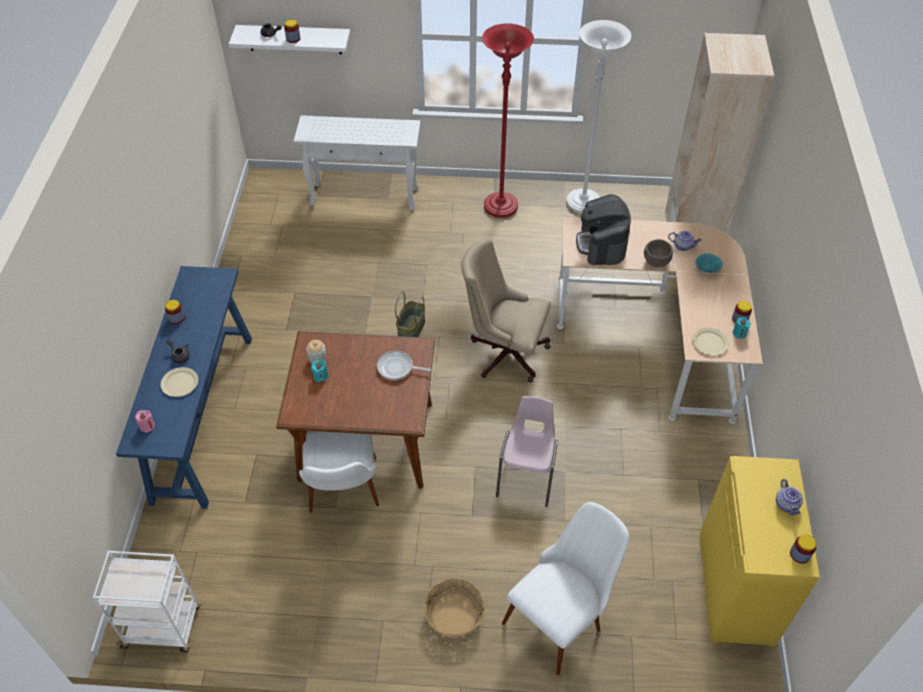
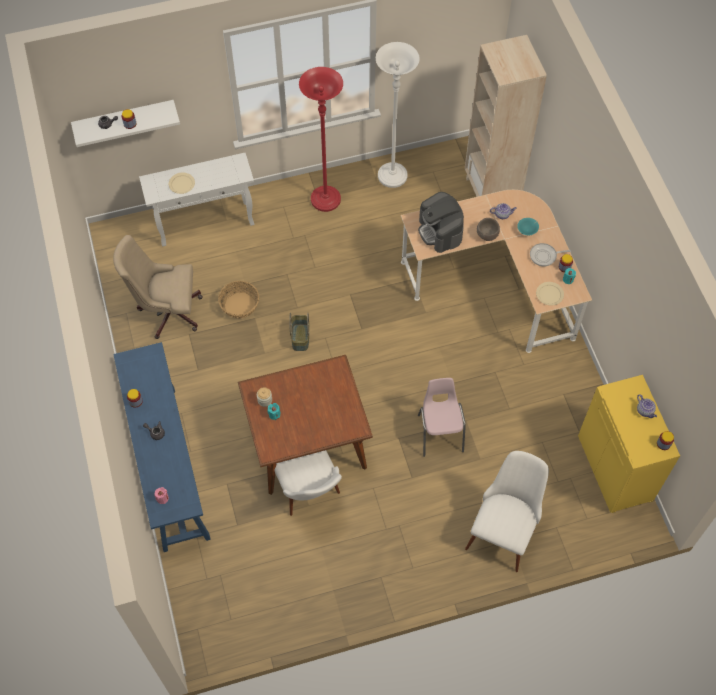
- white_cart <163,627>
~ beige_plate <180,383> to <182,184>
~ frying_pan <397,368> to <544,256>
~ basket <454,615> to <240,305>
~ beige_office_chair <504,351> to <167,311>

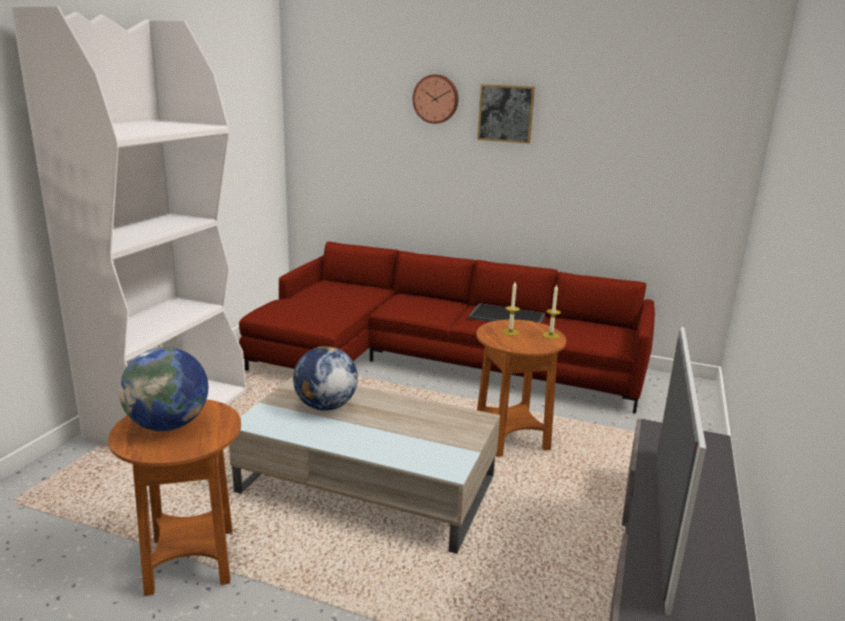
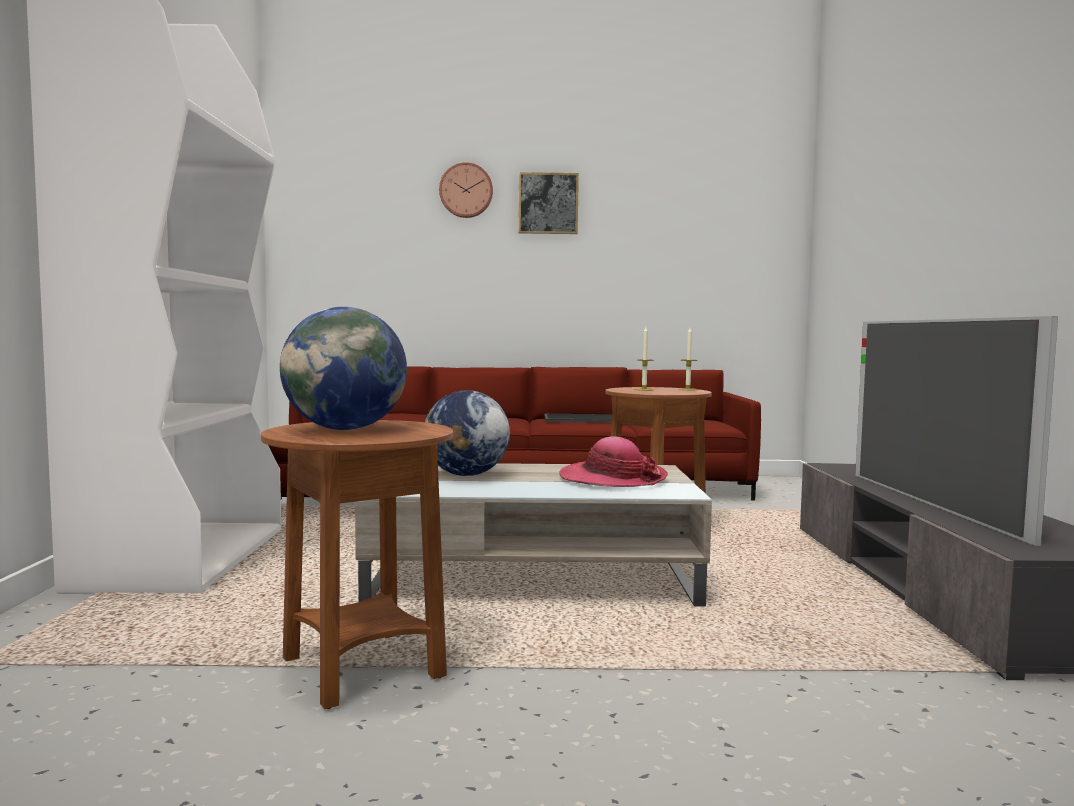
+ hat <612,479>

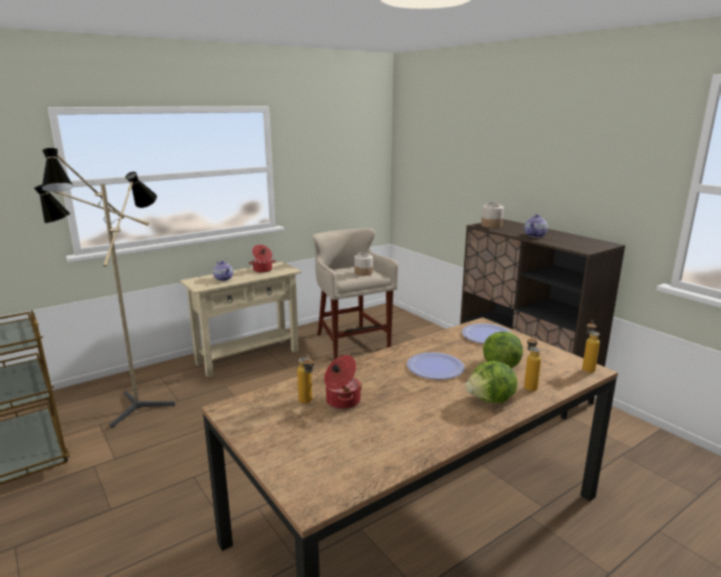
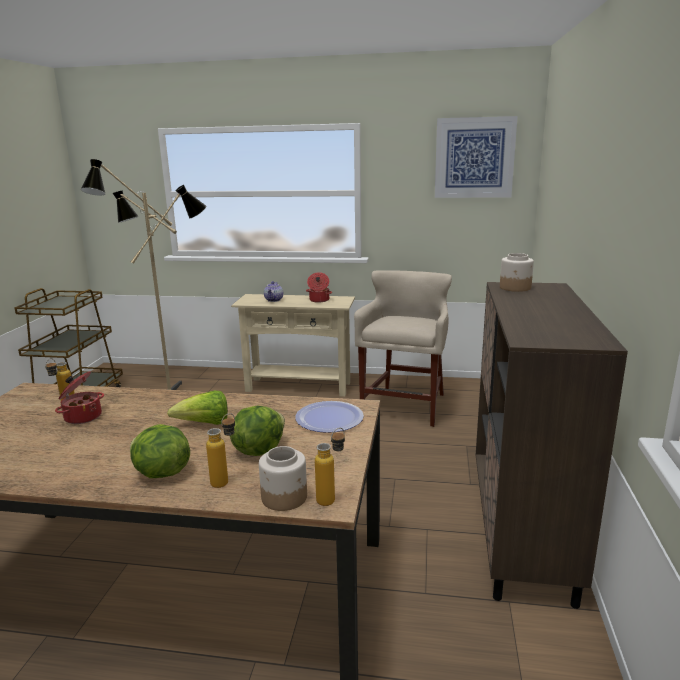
- teapot <535,236>
+ picture <474,158>
~ jar <363,273> to <285,497>
~ plate <435,367> to lettuce <205,424>

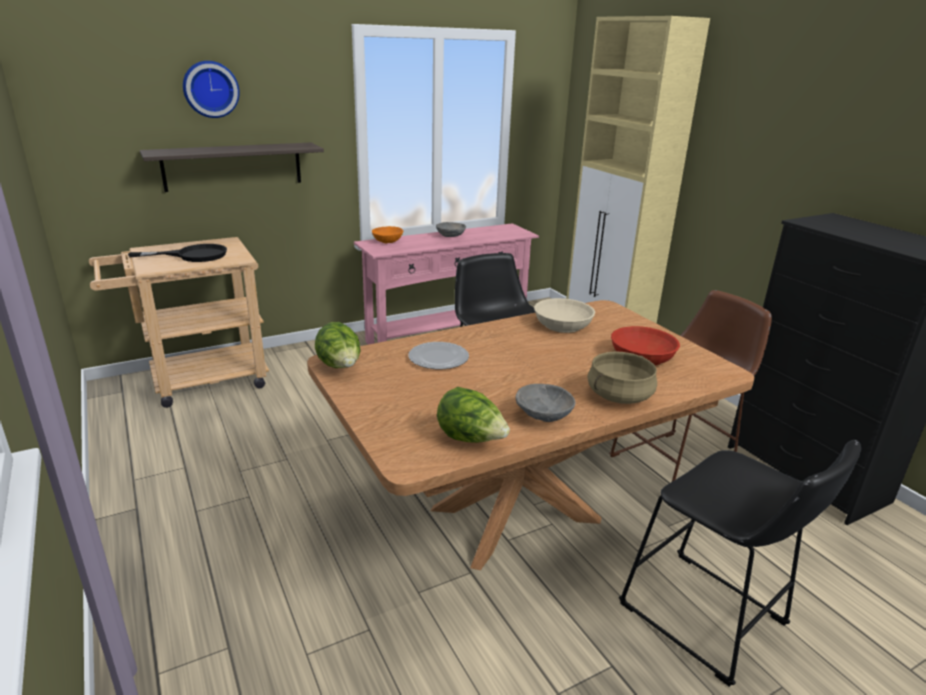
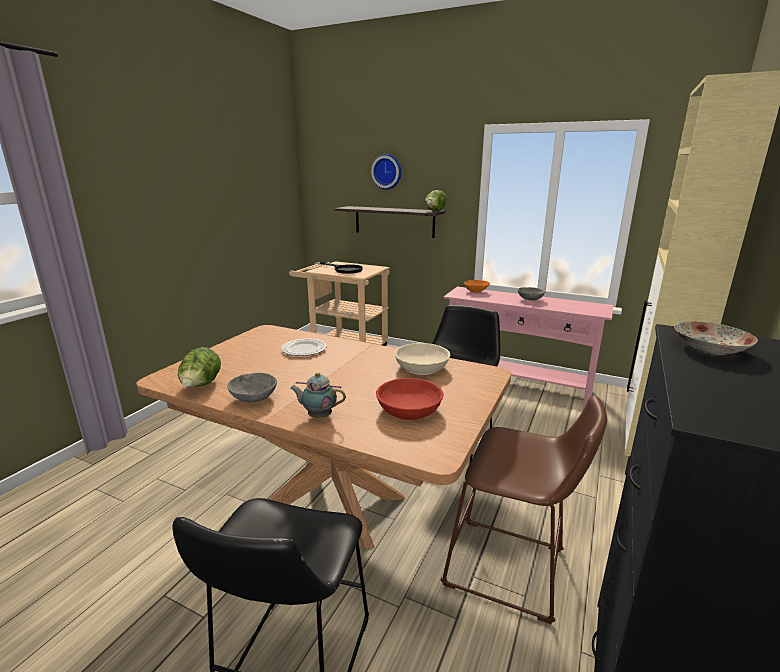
+ plate <708,349>
~ lettuce <340,367> to <434,211>
~ beige_cooking_pot <619,395> to teapot <318,416>

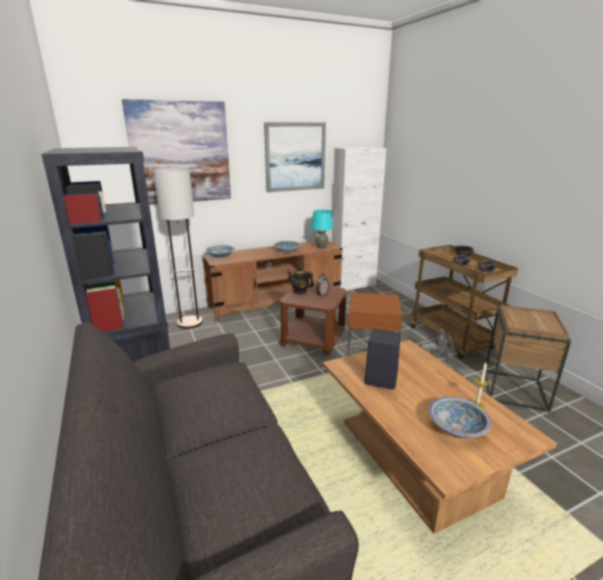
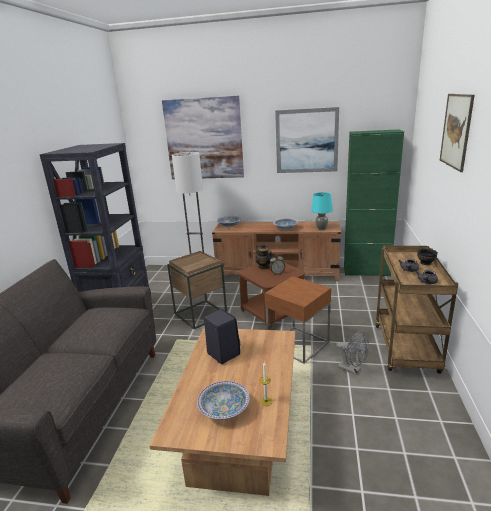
+ picture <456,131>
~ brown_side_table <514,390> to <200,314>
~ white_cabinet <353,285> to green_cabinet <366,272>

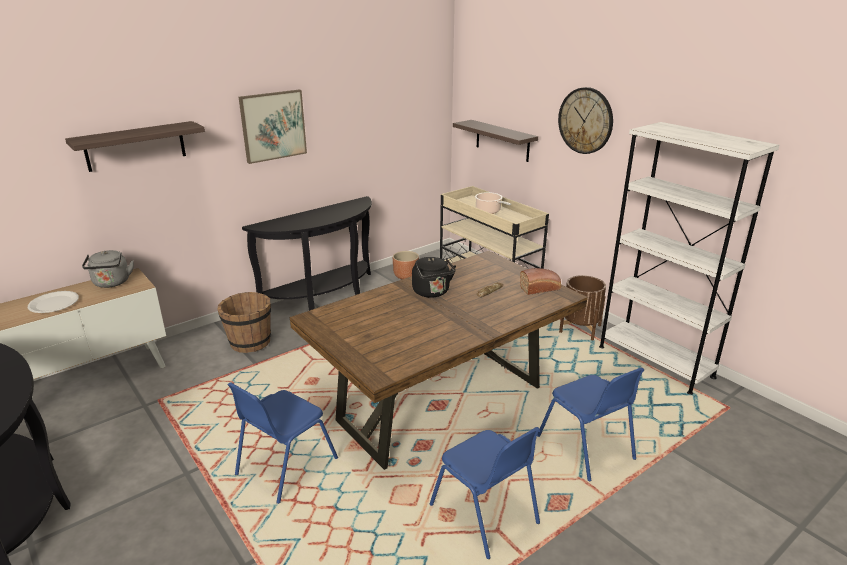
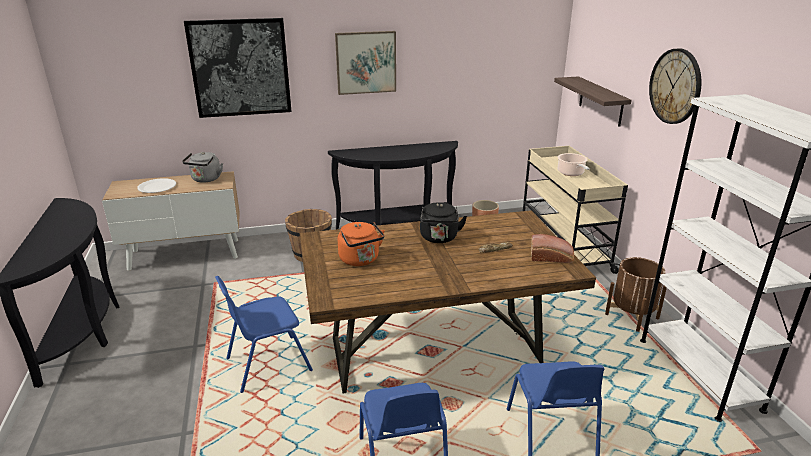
+ orange_kettle <360,260>
~ shelf <135,146> to picture <240,68>

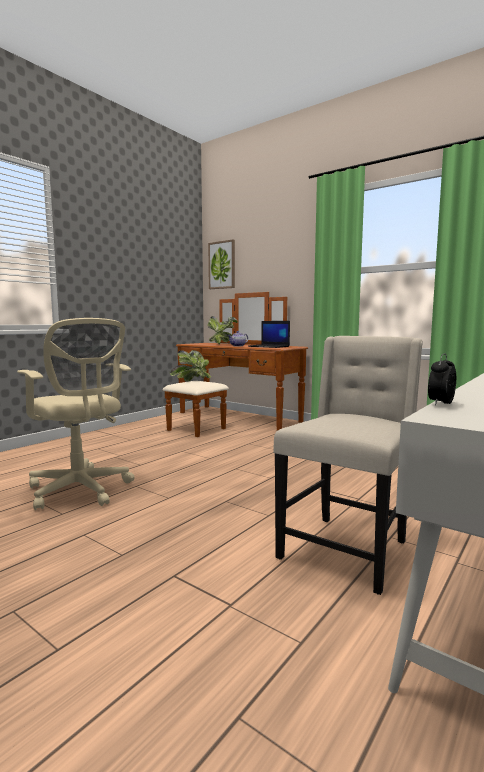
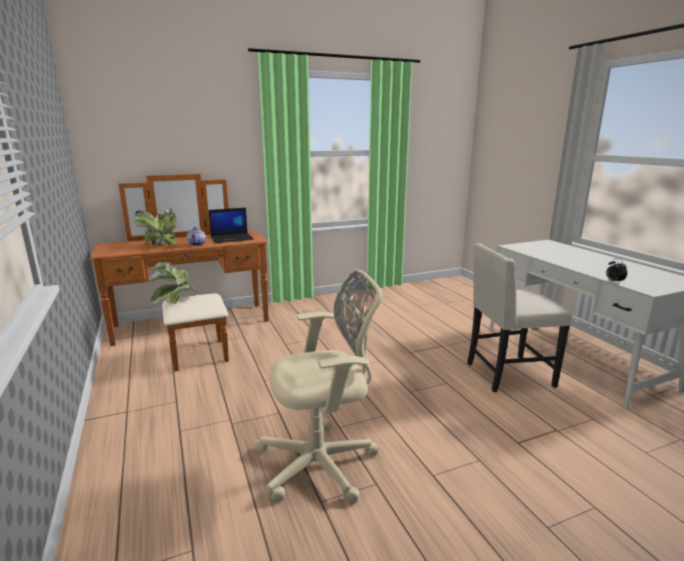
- picture <222,265>
~ beige_chair <346,549> = <507,374> 75 degrees counterclockwise

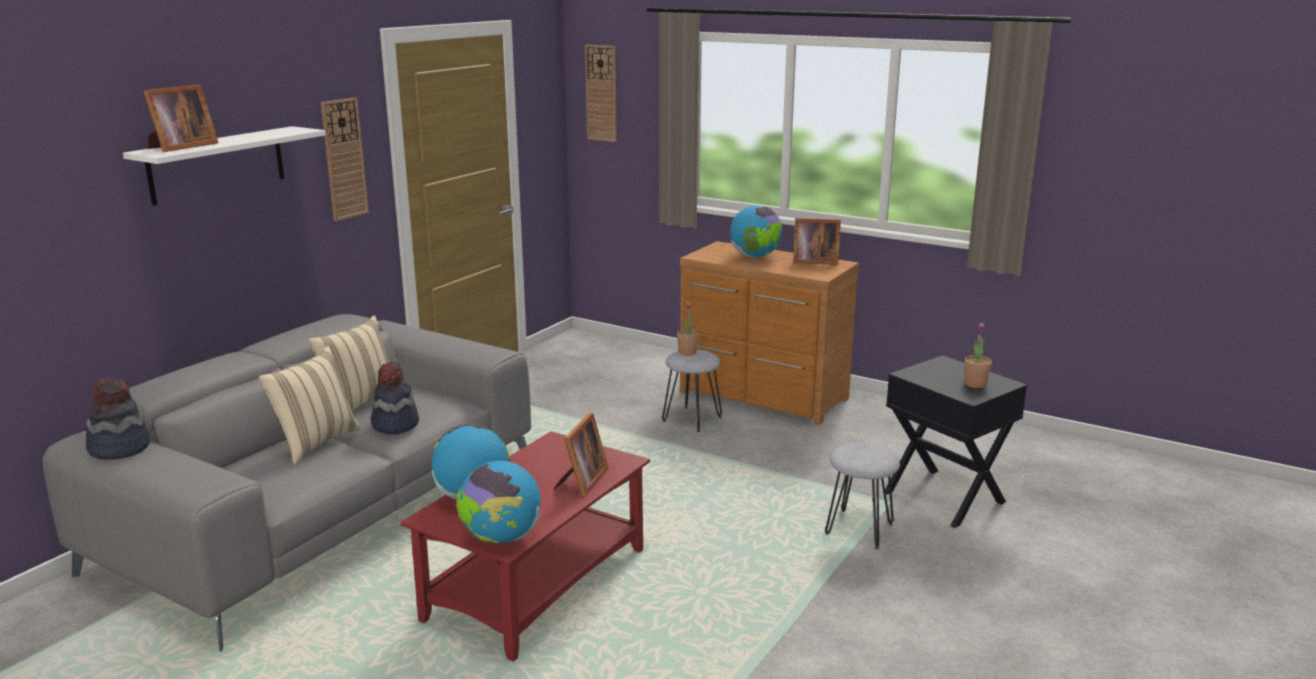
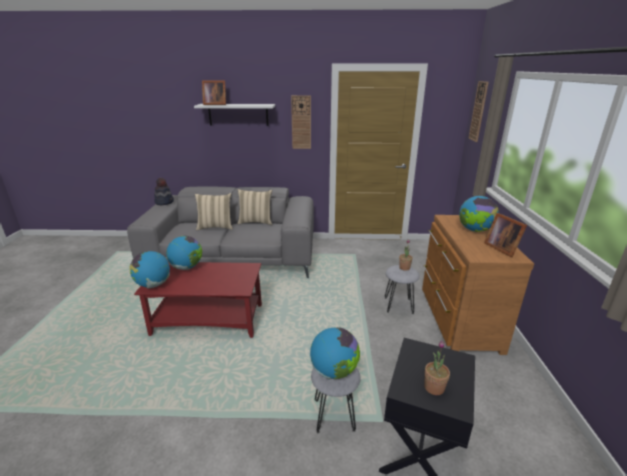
- hat <395,424>
- picture_frame <581,481>
+ globe <334,371>

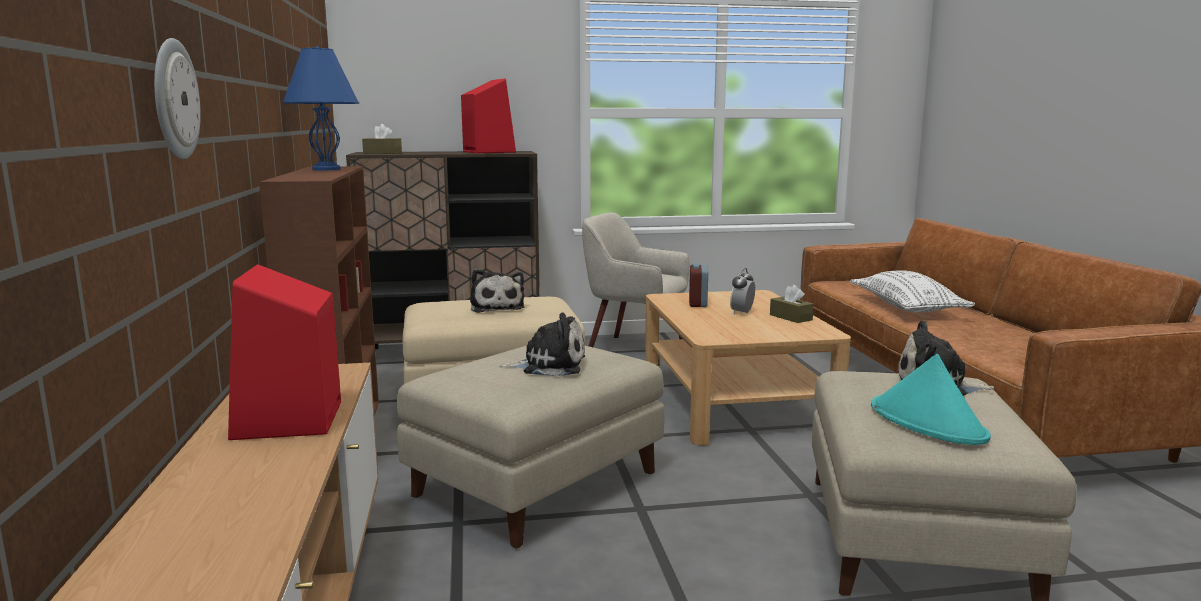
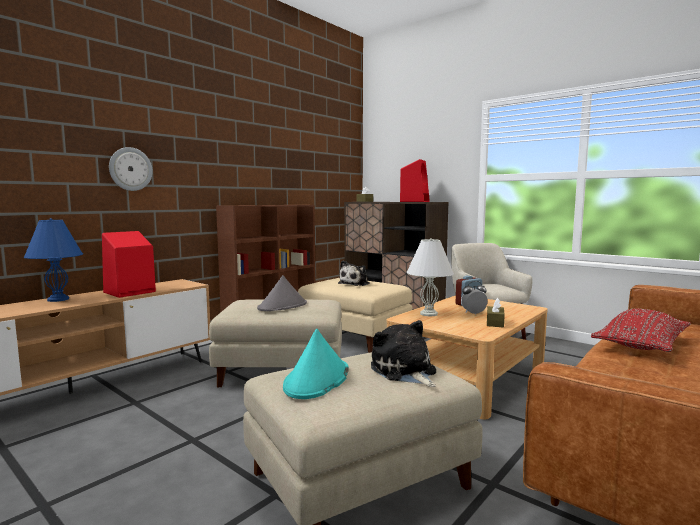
+ white_table_lamp <428,314>
~ blue_table_lamp <326,169> to <58,299>
~ plush_toy <549,365> to grey_hat <283,306>
~ white_pillow <906,308> to red_pillow <641,344>

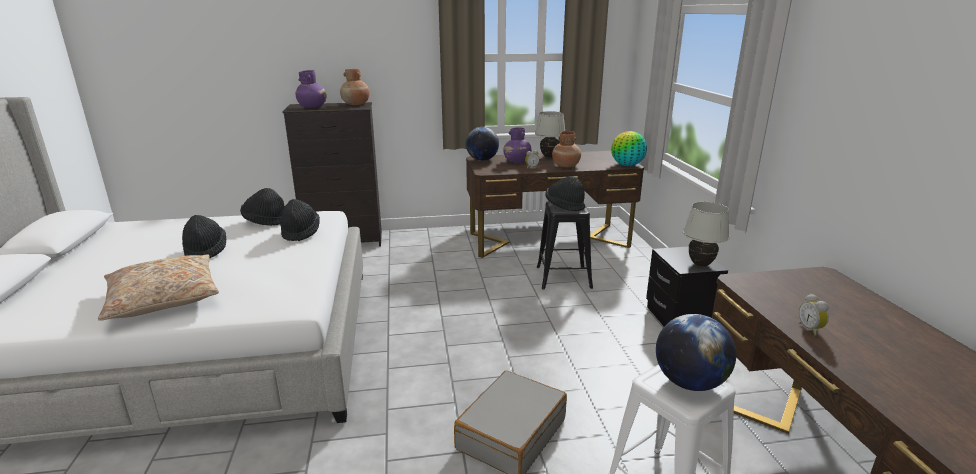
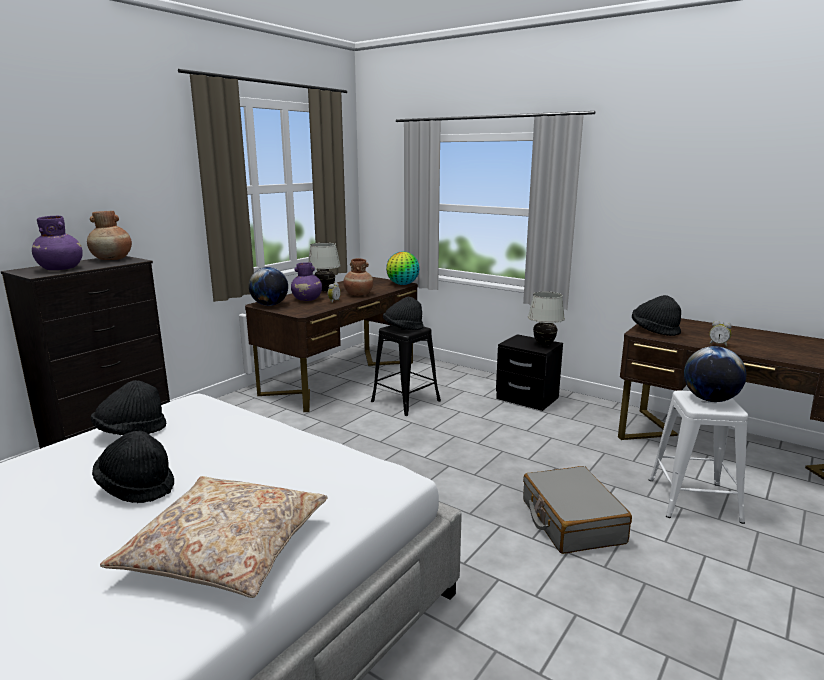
~ black_hat <301,233> to <654,331>

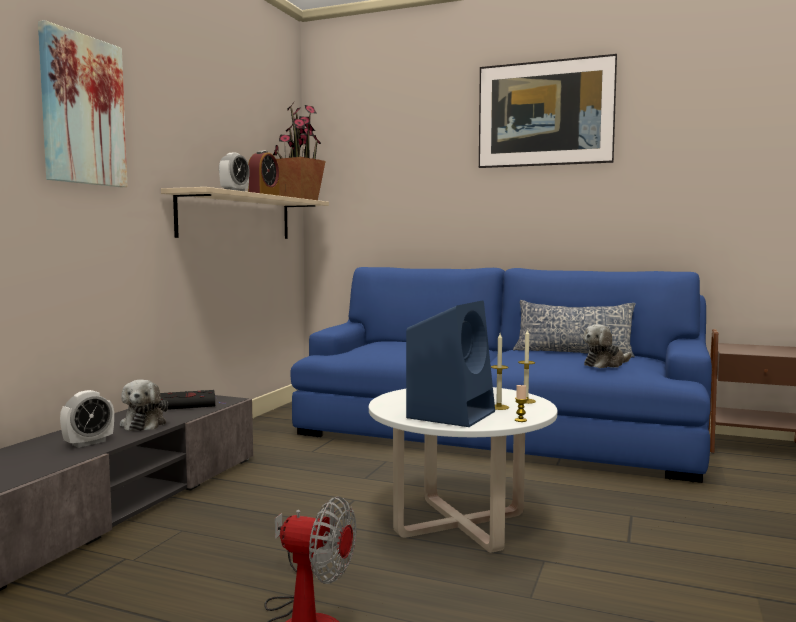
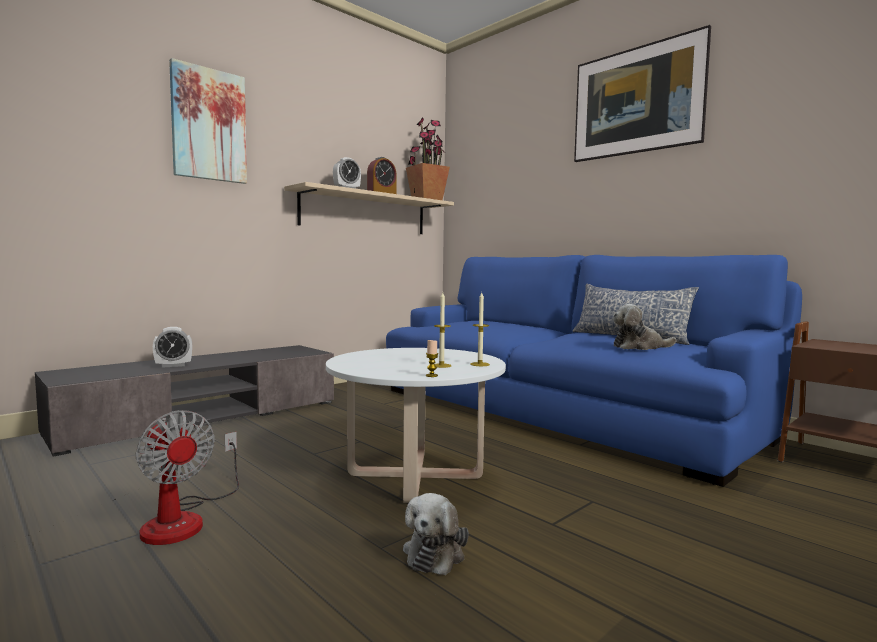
- black_book <188,404>
- blue_speaker <451,414>
~ plush_toy <144,423> to <435,552>

